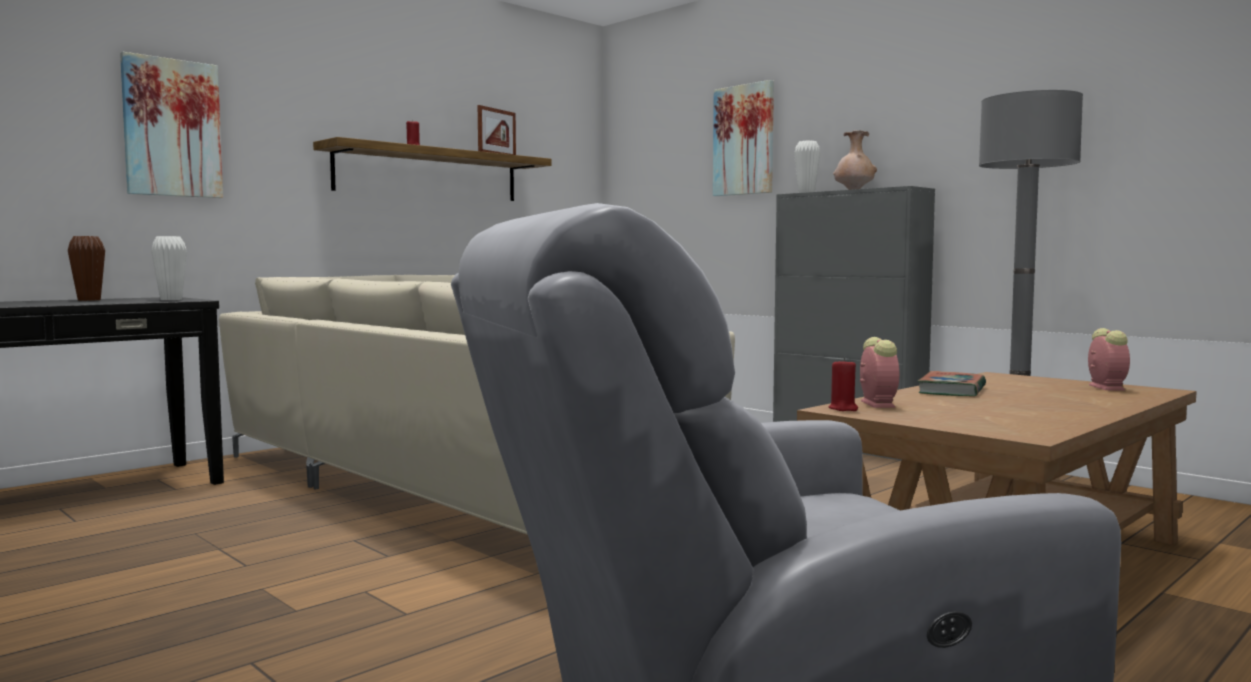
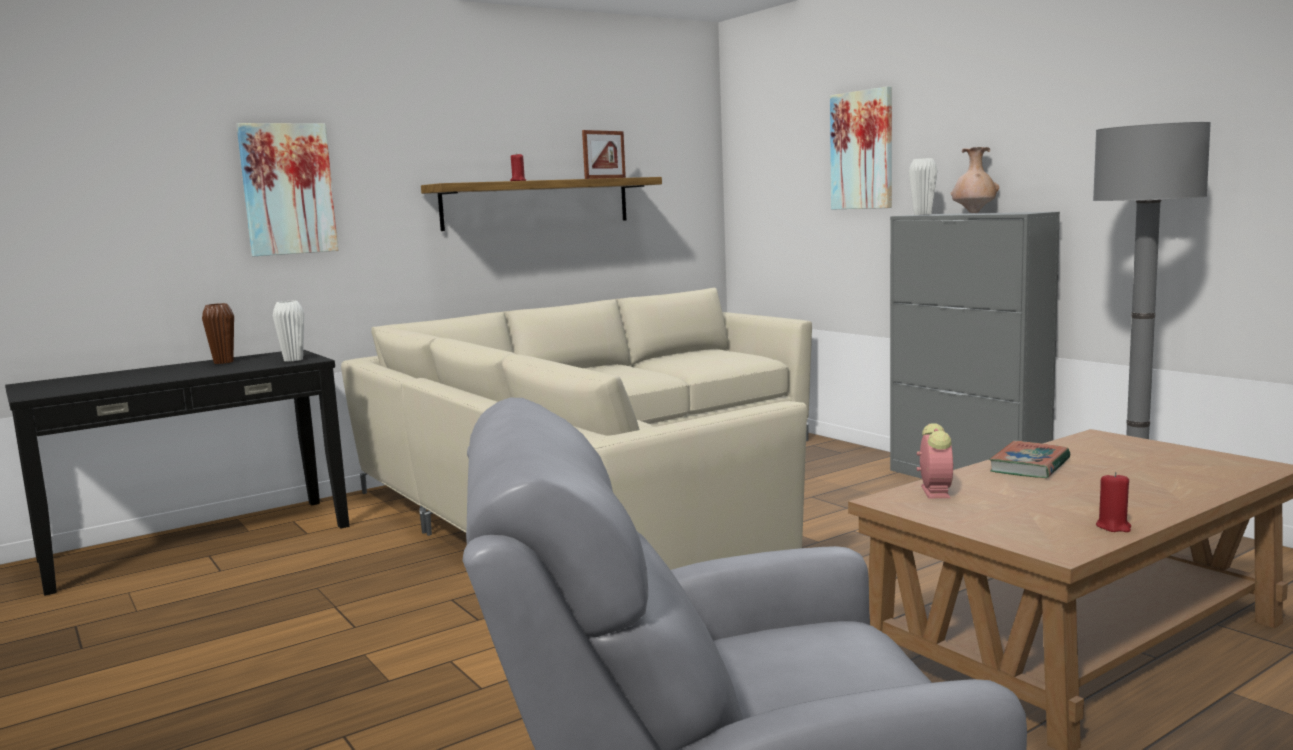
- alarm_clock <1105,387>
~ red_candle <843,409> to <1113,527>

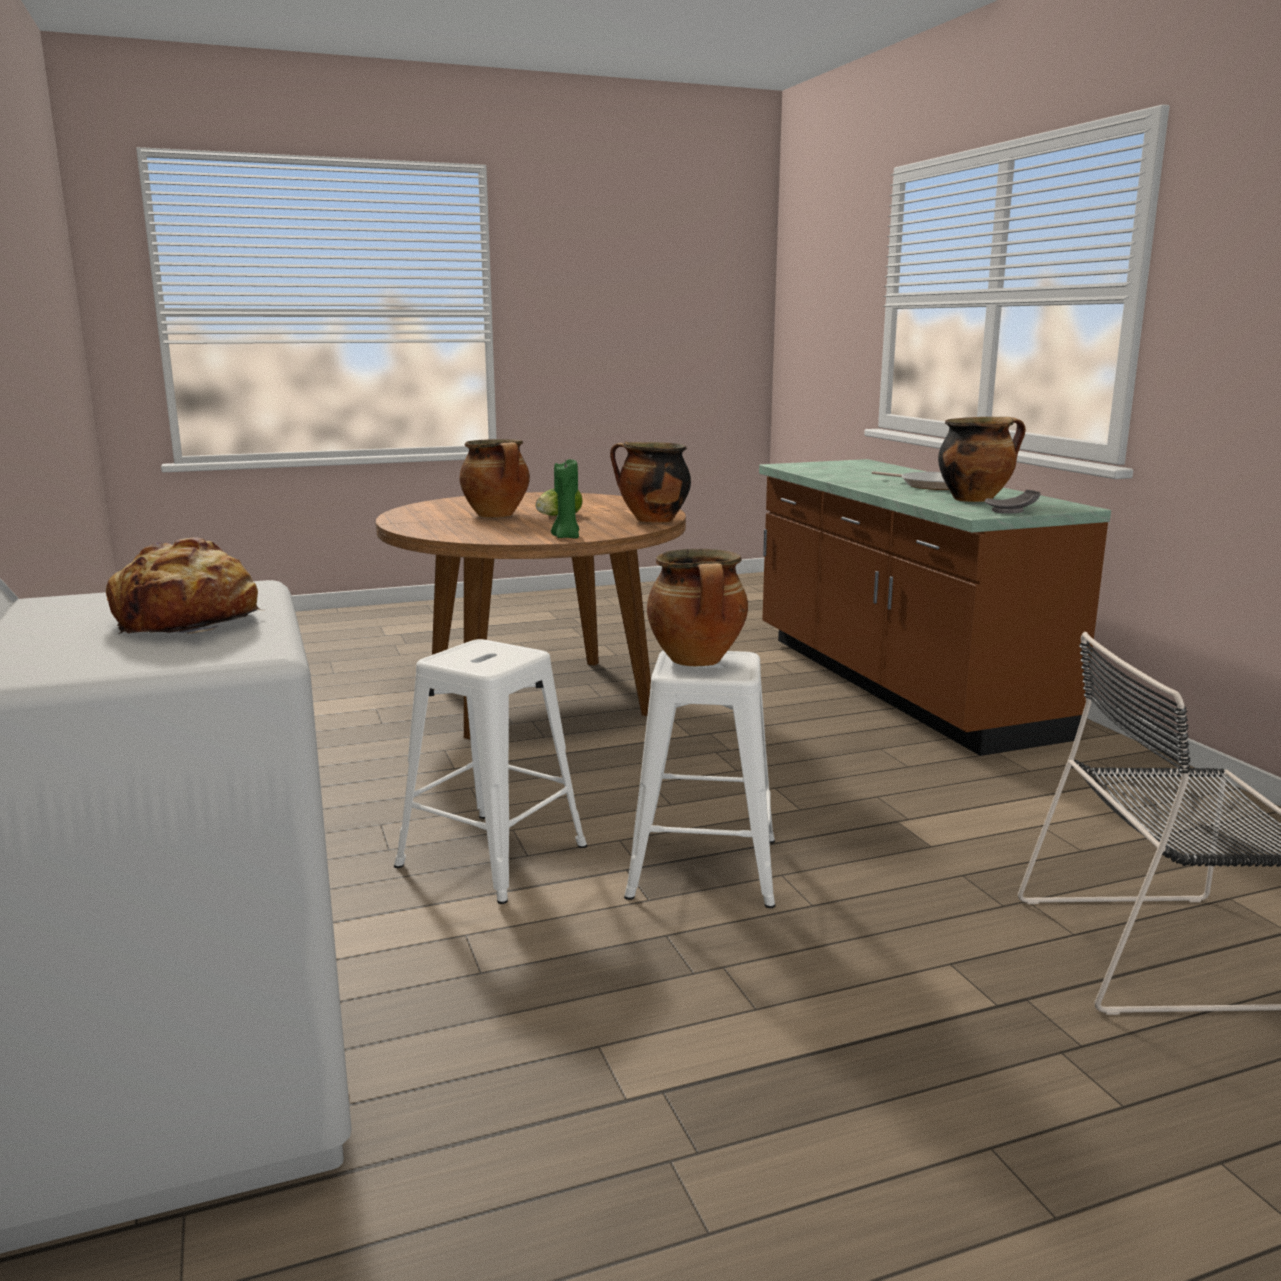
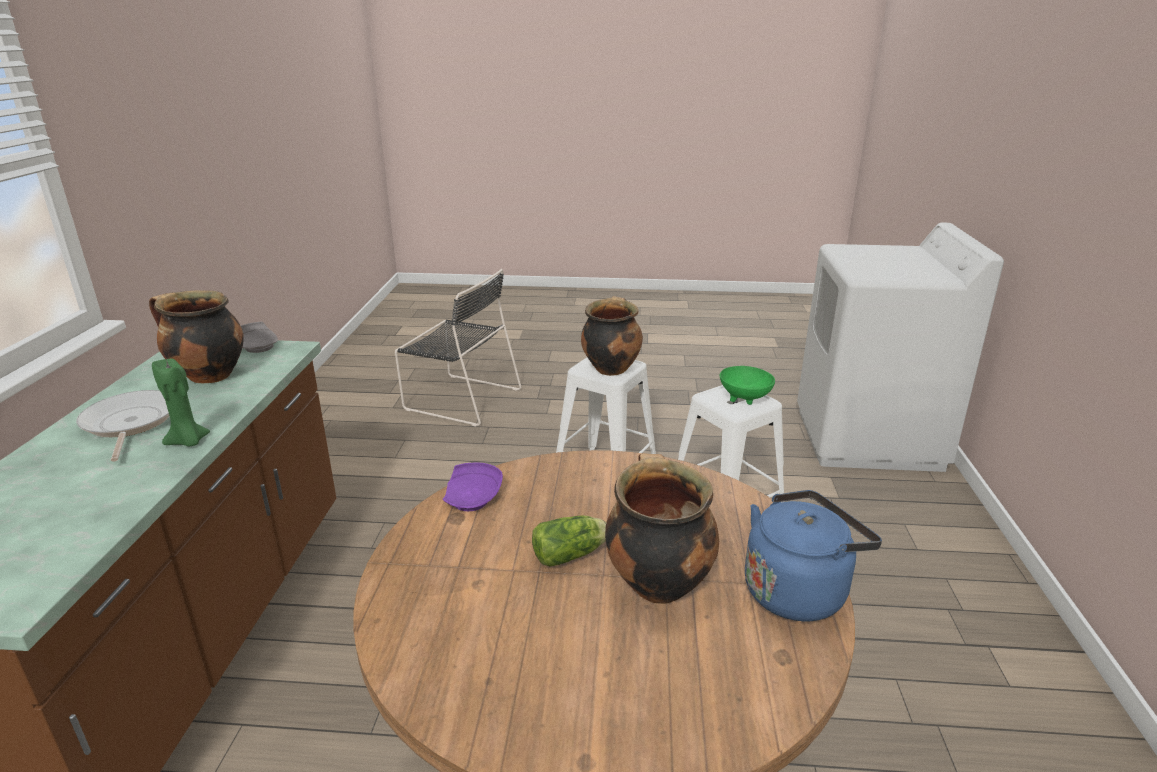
- bread <190,621>
+ green_bowl <745,398>
+ blue_kettle <798,590>
~ green_candle <566,537> to <188,442>
~ cooking_pot <652,520> to purple_plate <473,498>

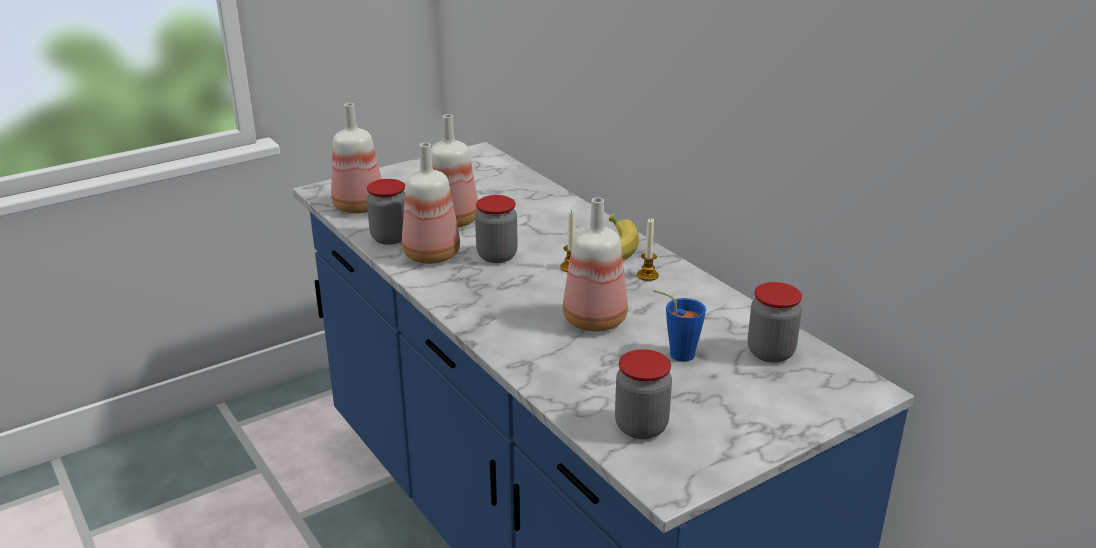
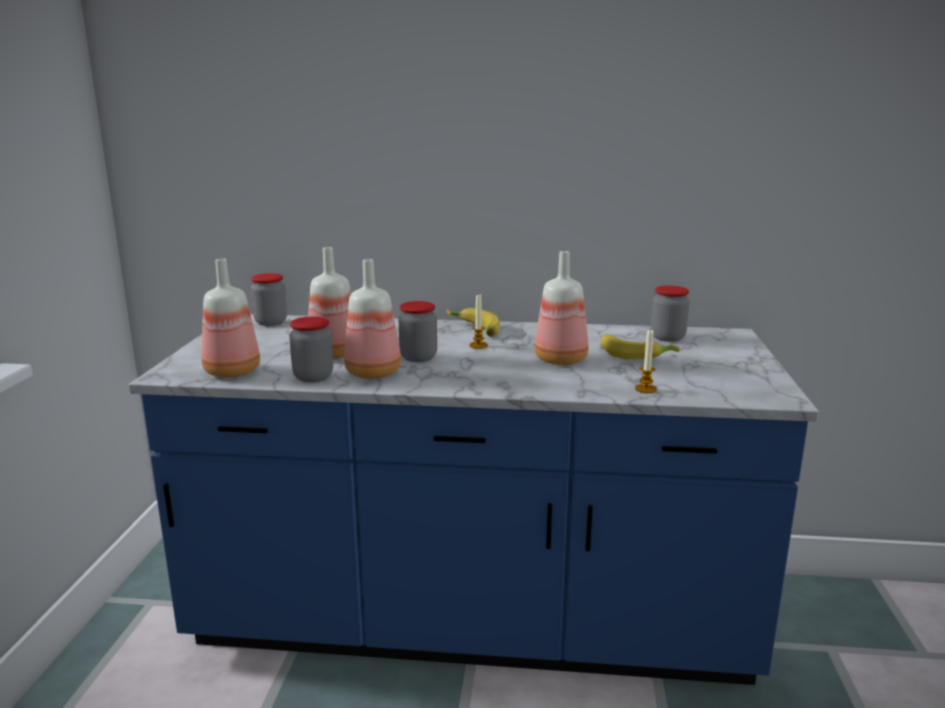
~ jar <641,427> to <270,322>
~ candle <647,275> to <645,389>
~ blue_cup <676,353> to banana <635,354>

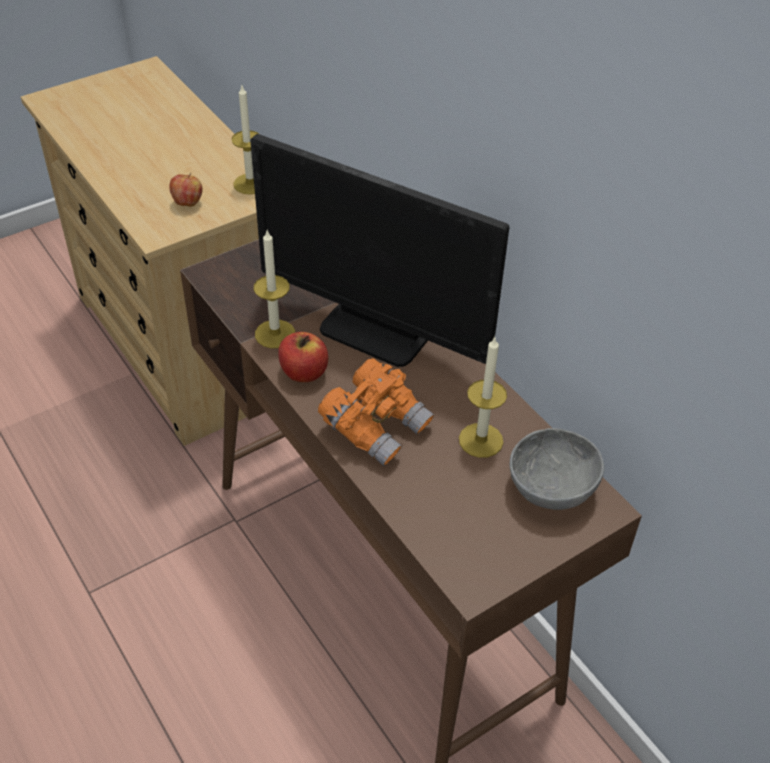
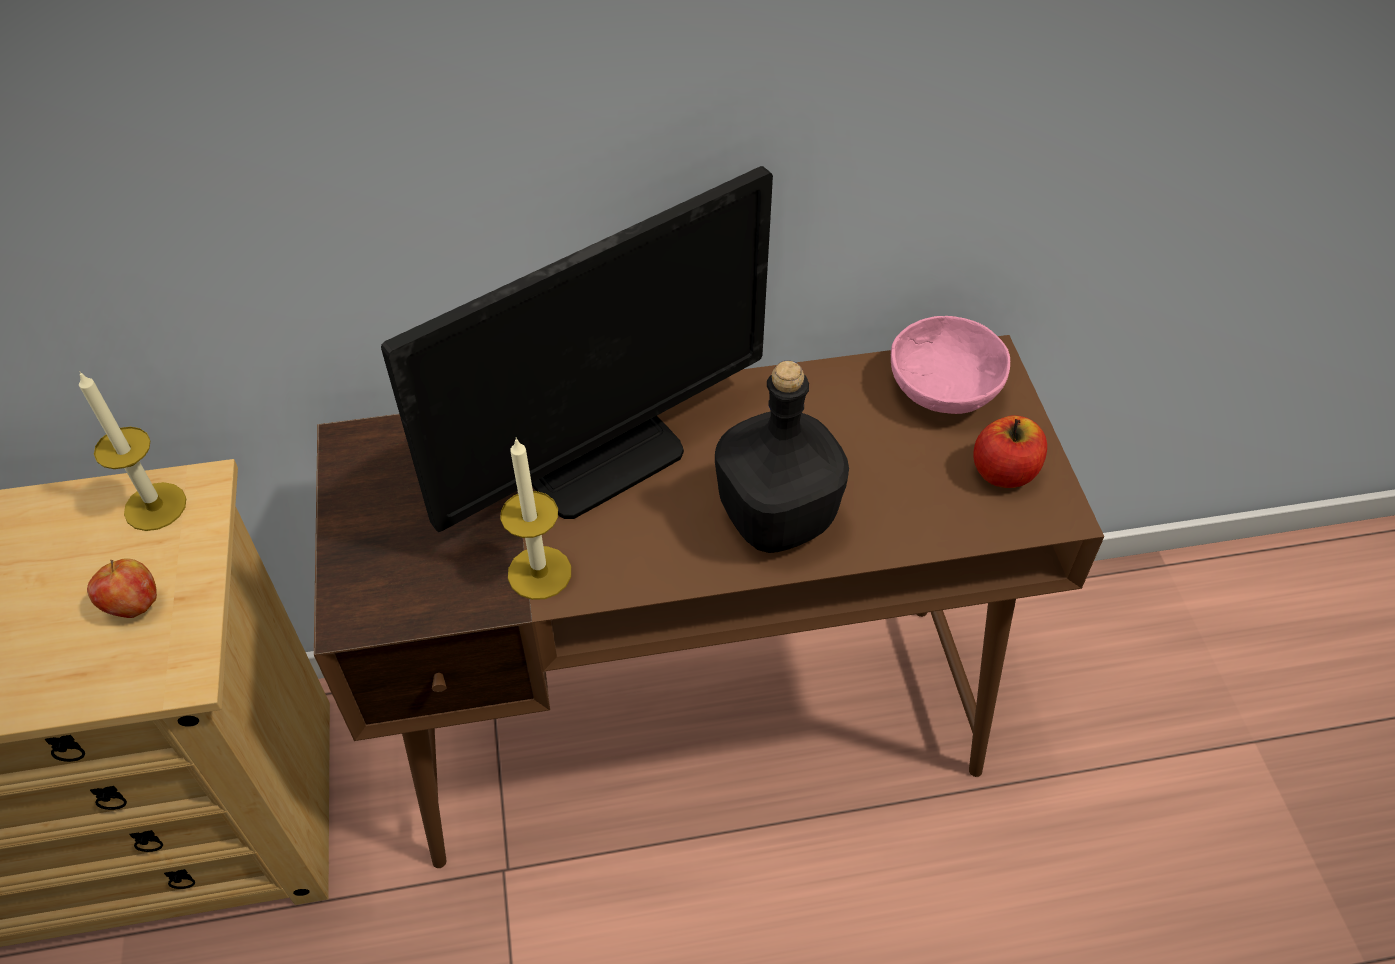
- candle <481,440>
~ apple <303,372> to <1004,472>
~ orange_binoculars <376,426> to black_bottle <775,517>
~ grey_bowl <549,487> to pink_bowl <942,391>

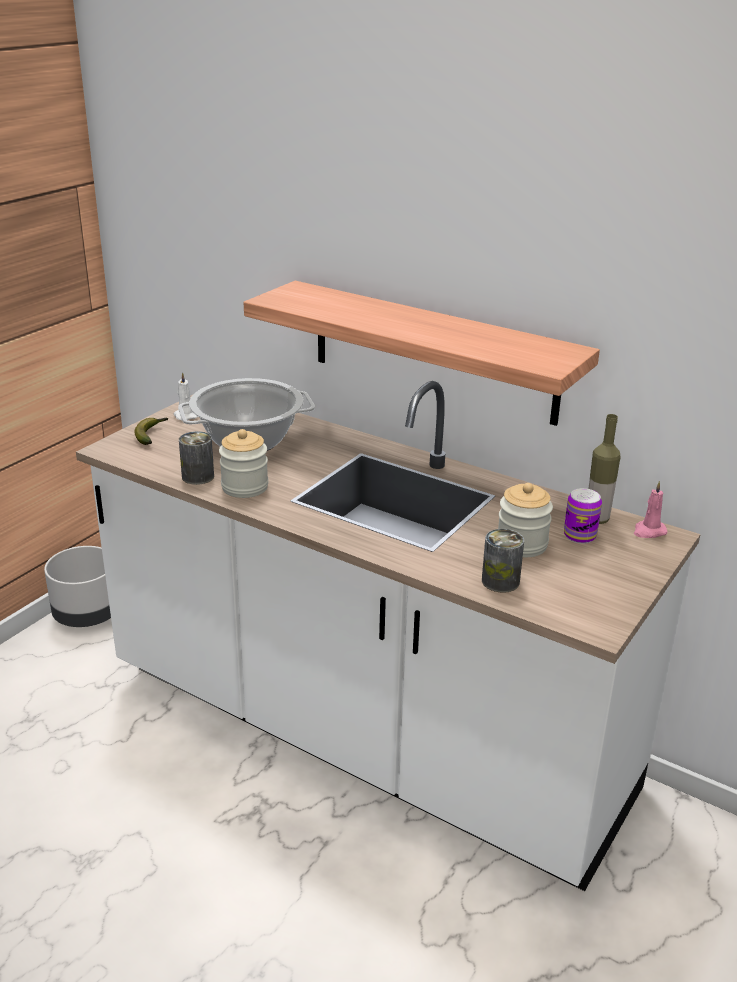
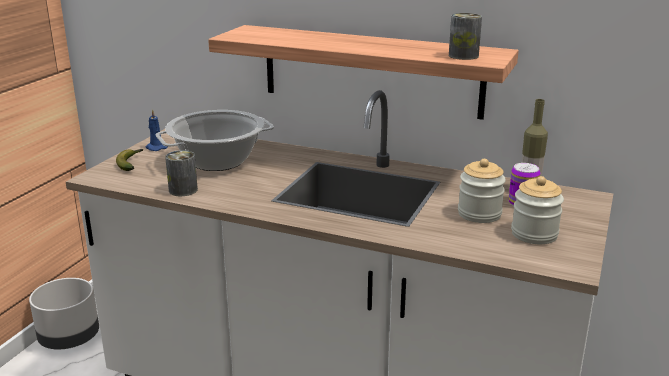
- pink_candle <649,531>
~ jar <245,487> to <534,234>
~ can <500,581> to <463,56>
~ white_candle <185,415> to blue_candle <156,147>

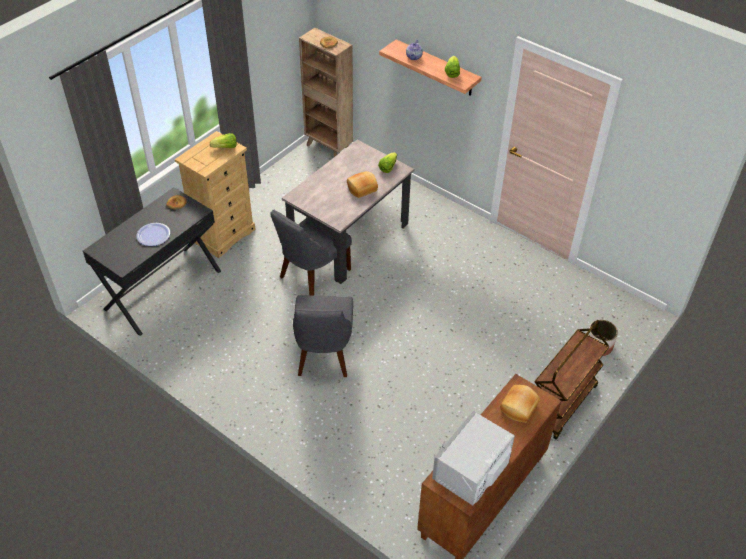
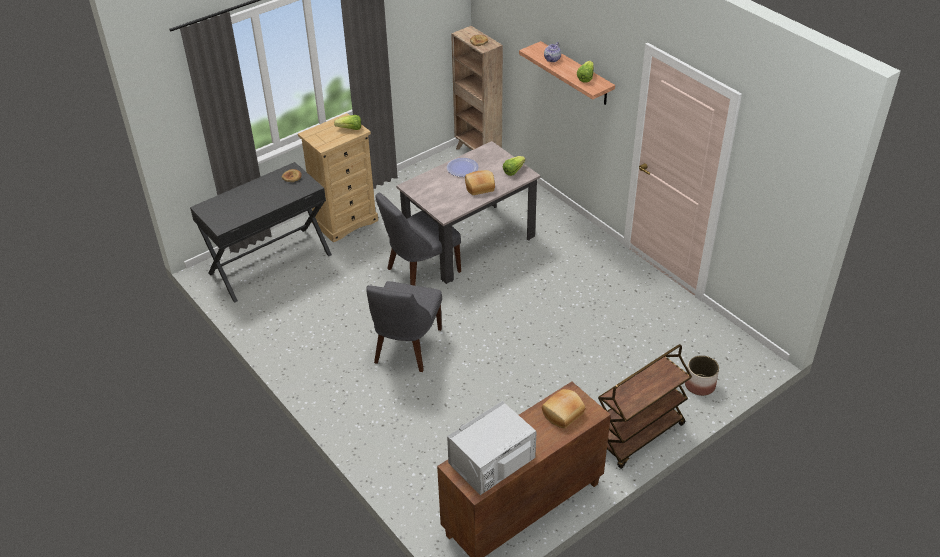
~ plate <153,235> to <462,168>

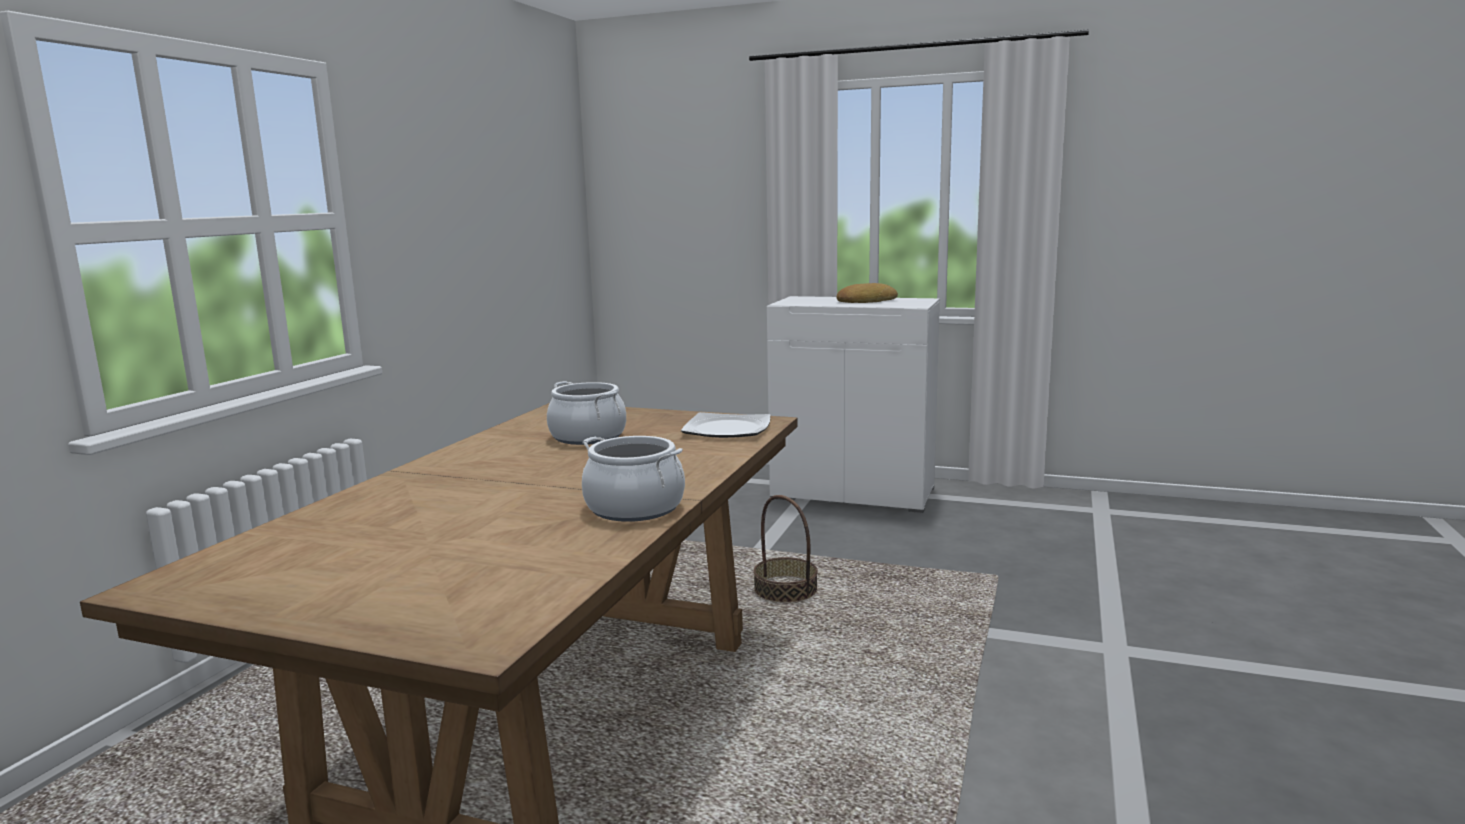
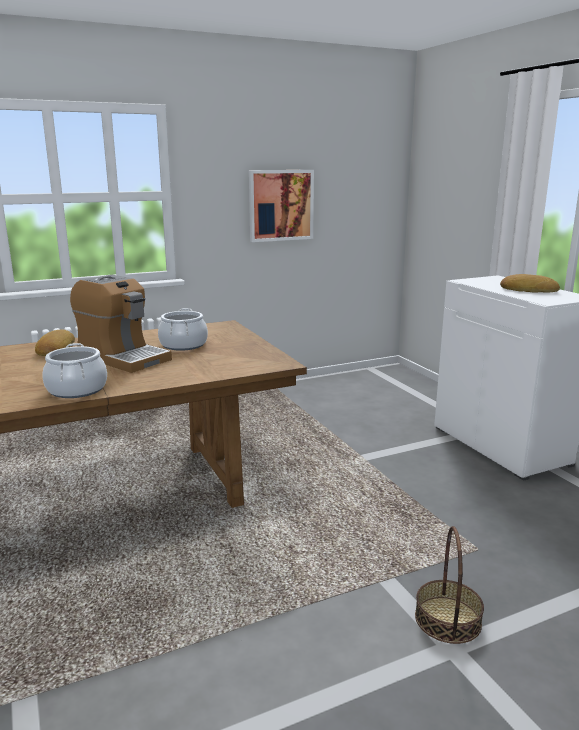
- plate <727,429>
+ bread <55,349>
+ coffee_machine <122,357>
+ picture <281,205>
~ basket <785,590> to <448,619>

